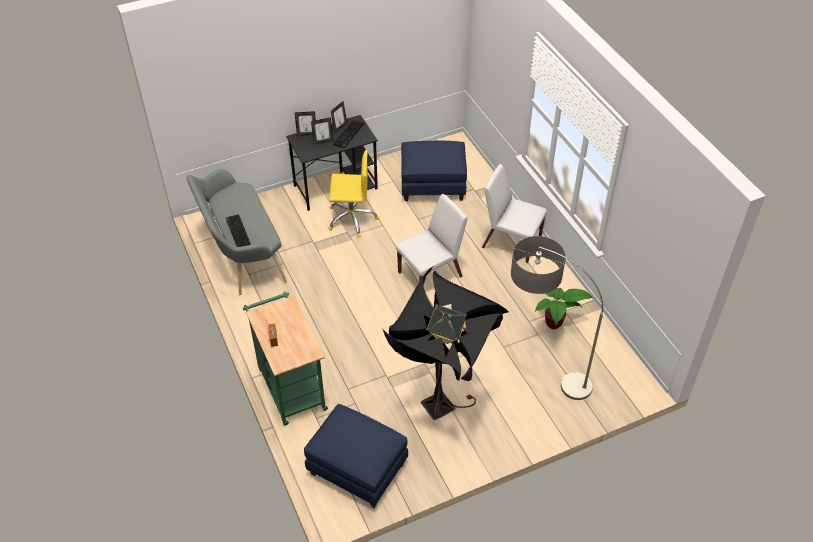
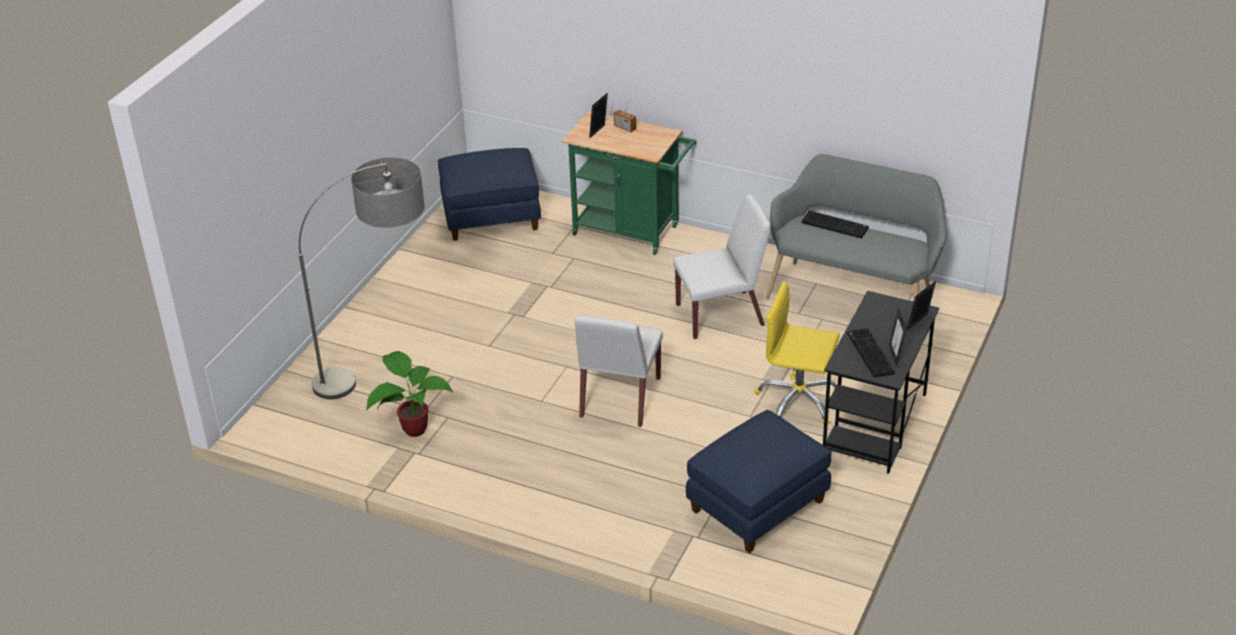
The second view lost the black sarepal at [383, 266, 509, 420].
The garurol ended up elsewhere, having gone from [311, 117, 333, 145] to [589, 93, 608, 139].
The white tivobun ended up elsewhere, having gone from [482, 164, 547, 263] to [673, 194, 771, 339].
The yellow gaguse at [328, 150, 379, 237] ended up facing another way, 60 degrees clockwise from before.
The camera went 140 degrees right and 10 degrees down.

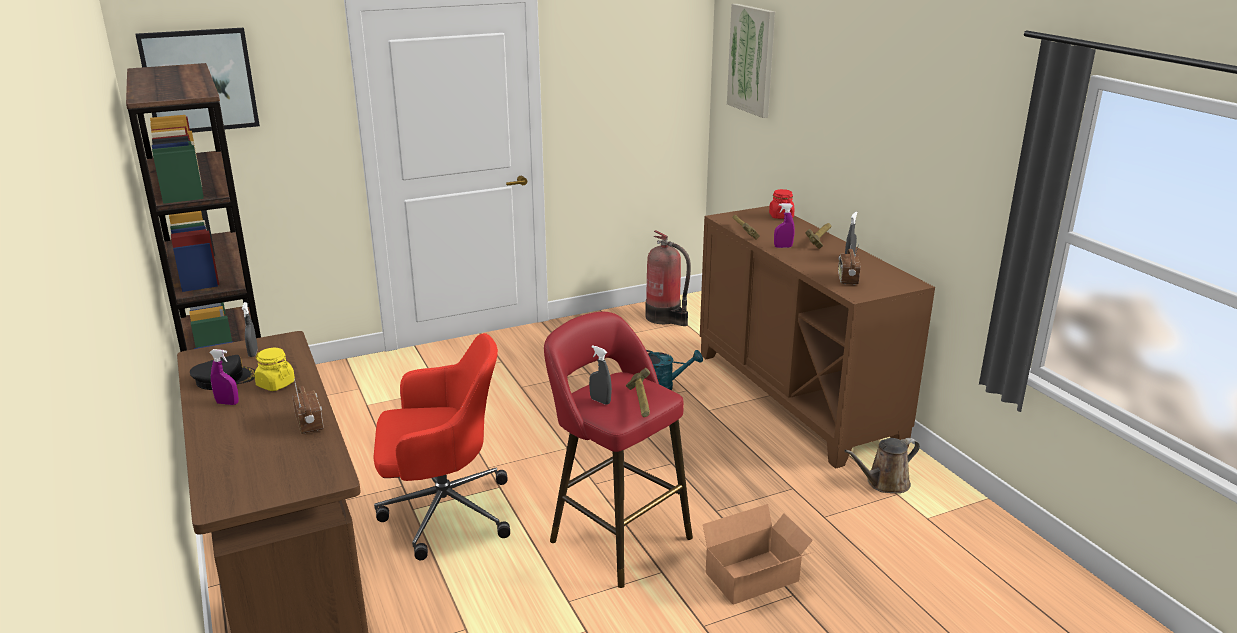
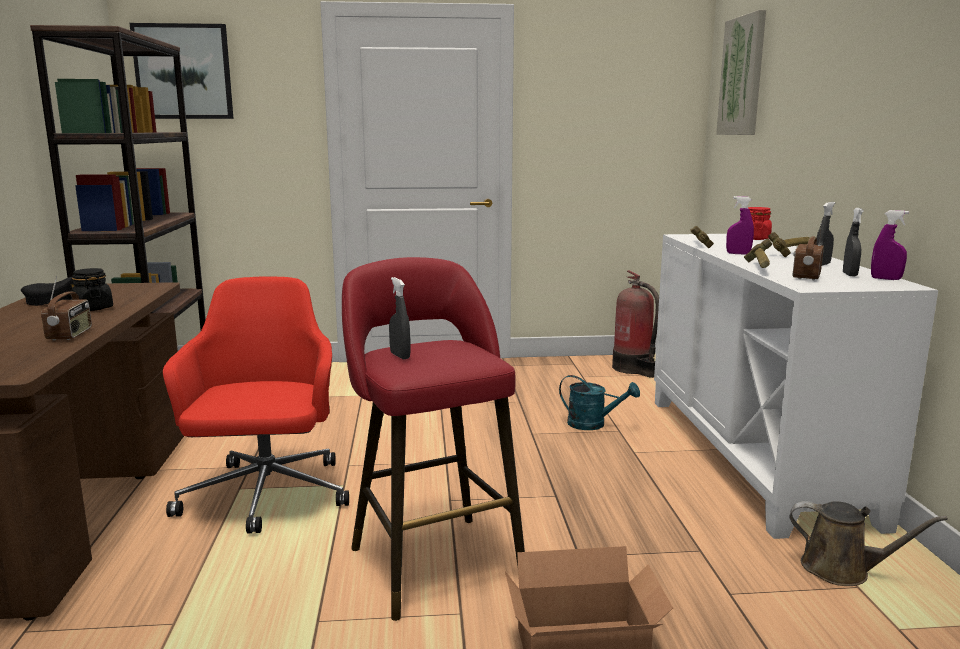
The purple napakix ended up elsewhere, having gone from [209, 349, 239, 405] to [871, 210, 909, 280].
The grey napakix ended up elsewhere, having gone from [242, 302, 258, 357] to [843, 208, 864, 276].
The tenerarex ended up elsewhere, having gone from [626, 368, 650, 417] to [744, 238, 772, 268].
What was the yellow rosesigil at [254, 348, 295, 391] turned into the black rosesigil at [71, 268, 113, 311].
What was the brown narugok at [700, 206, 935, 469] turned into the white narugok at [654, 234, 938, 539].
The red gaguse at [373, 333, 510, 560] ended up facing another way, 105 degrees counterclockwise from before.
The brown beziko at [844, 438, 920, 493] ended up facing another way, 150 degrees counterclockwise from before.
The camera went 20 degrees right and 10 degrees down.

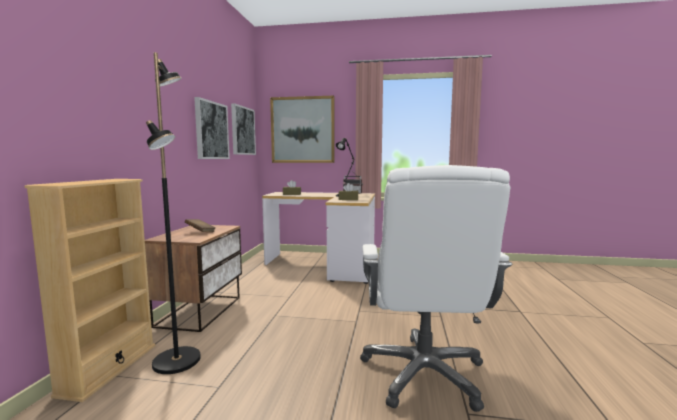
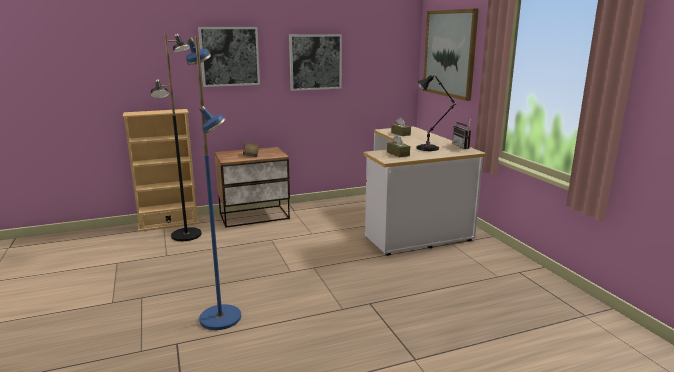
The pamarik ended up elsewhere, having gone from [231, 103, 256, 155] to [198, 27, 260, 87].
Where the white gaguse stood at [360, 165, 512, 412], the blue sarepal came to stand at [186, 36, 241, 330].
The camera went 60 degrees right and 10 degrees up.

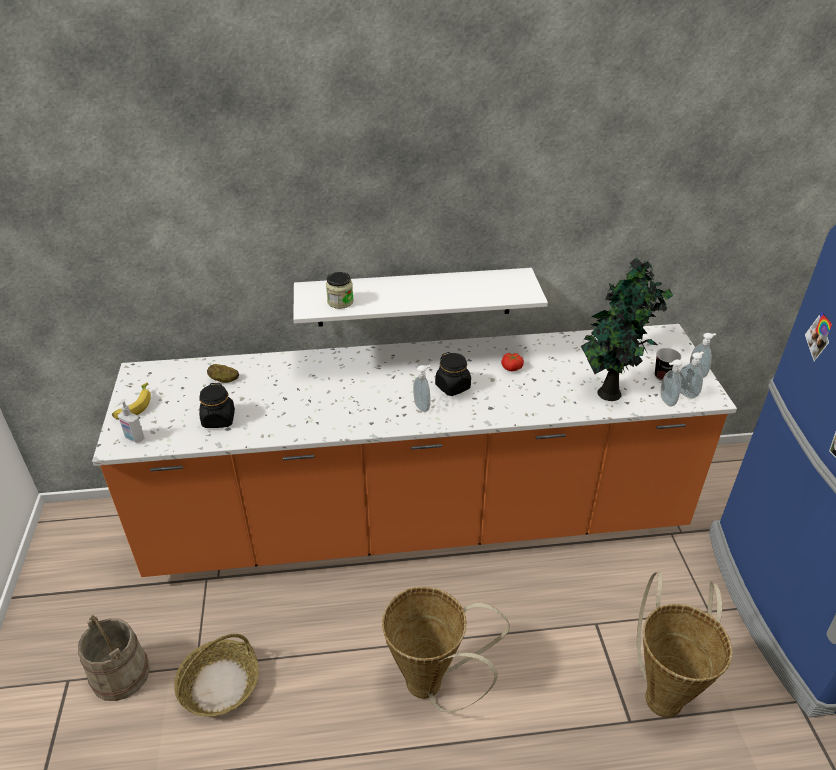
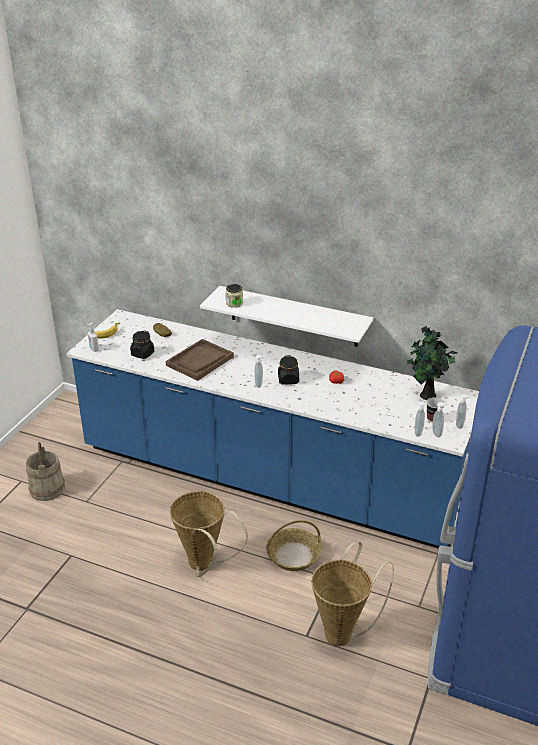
The second view lost the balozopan at [581, 291, 658, 401].
The second view gained the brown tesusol at [166, 339, 234, 381].
The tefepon ended up elsewhere, having gone from [174, 634, 259, 717] to [266, 520, 322, 571].
What was the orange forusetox at [92, 324, 737, 577] turned into the blue forusetox at [67, 309, 479, 549].
The camera went 30 degrees right and 5 degrees down.

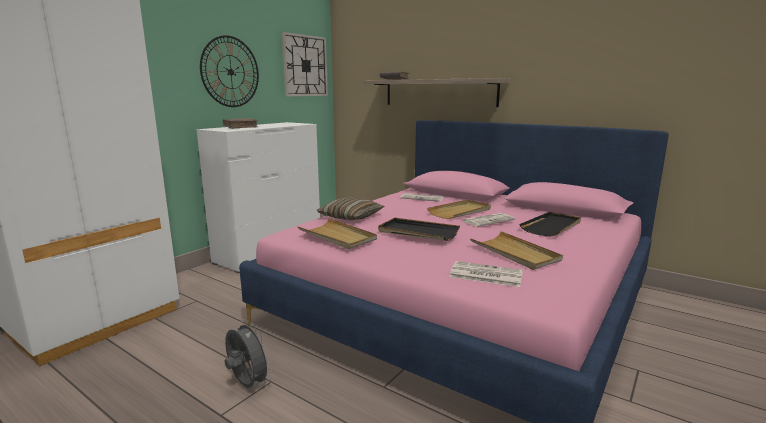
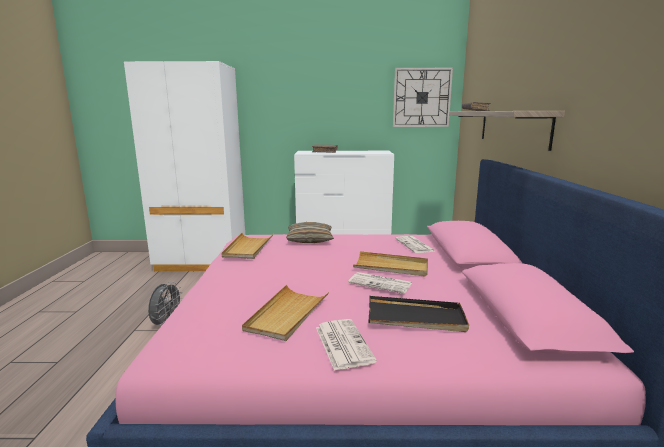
The second view lost the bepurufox at [200, 35, 259, 107].
The second view lost the black tesusol at [378, 218, 460, 241].
The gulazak ended up elsewhere, having gone from [449, 261, 523, 287] to [316, 319, 377, 371].
The camera went 55 degrees right and 0 degrees up.

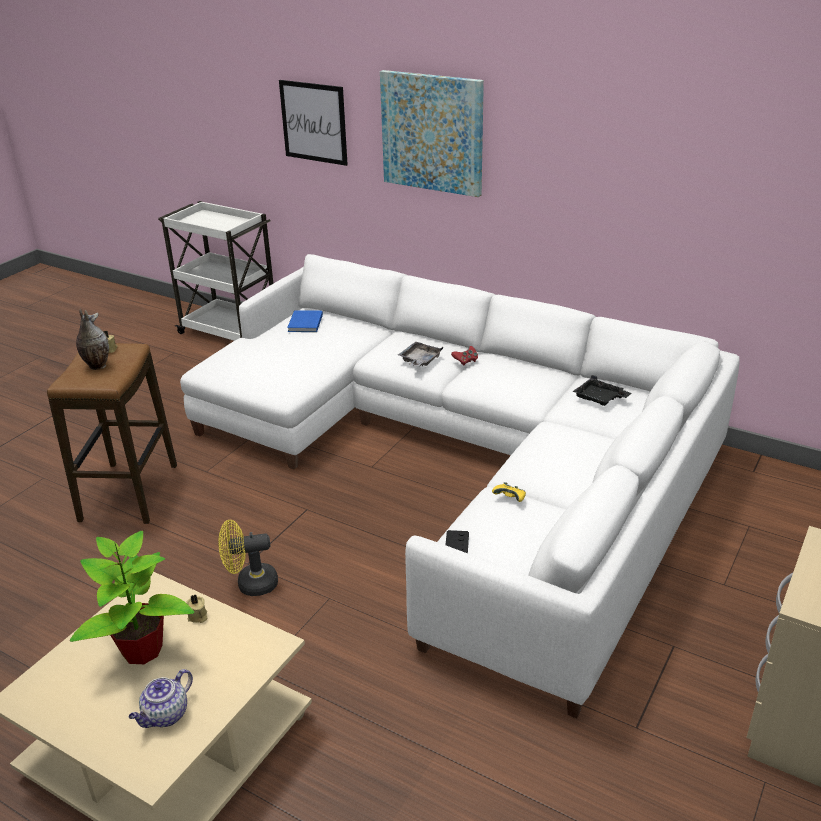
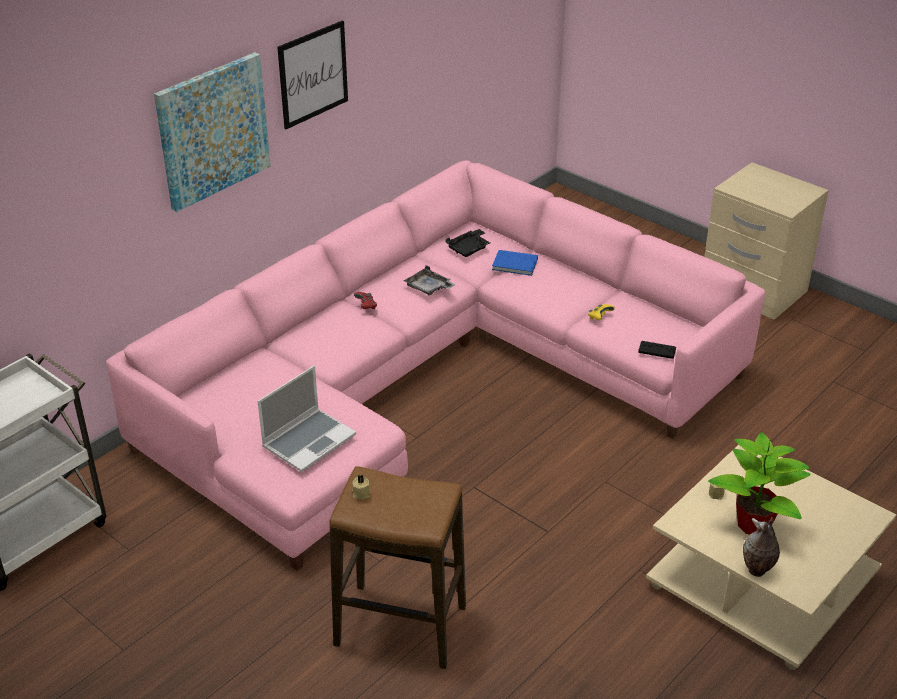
The second view lost the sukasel at [129, 669, 193, 728].
The second view lost the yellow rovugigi at [218, 520, 278, 596].
The second view gained the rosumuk at [258, 366, 356, 472].
The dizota ended up elsewhere, having gone from [76, 309, 109, 370] to [743, 517, 780, 577].
The pamarik ended up elsewhere, having gone from [279, 80, 348, 166] to [277, 21, 348, 129].
The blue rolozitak ended up elsewhere, having gone from [287, 310, 323, 332] to [492, 250, 538, 276].
The grey tesusol ended up elsewhere, having gone from [398, 342, 443, 366] to [404, 265, 456, 295].
What was the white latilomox at [180, 254, 739, 719] turned into the pink latilomox at [106, 161, 765, 571].
The camera went 80 degrees left and 5 degrees up.

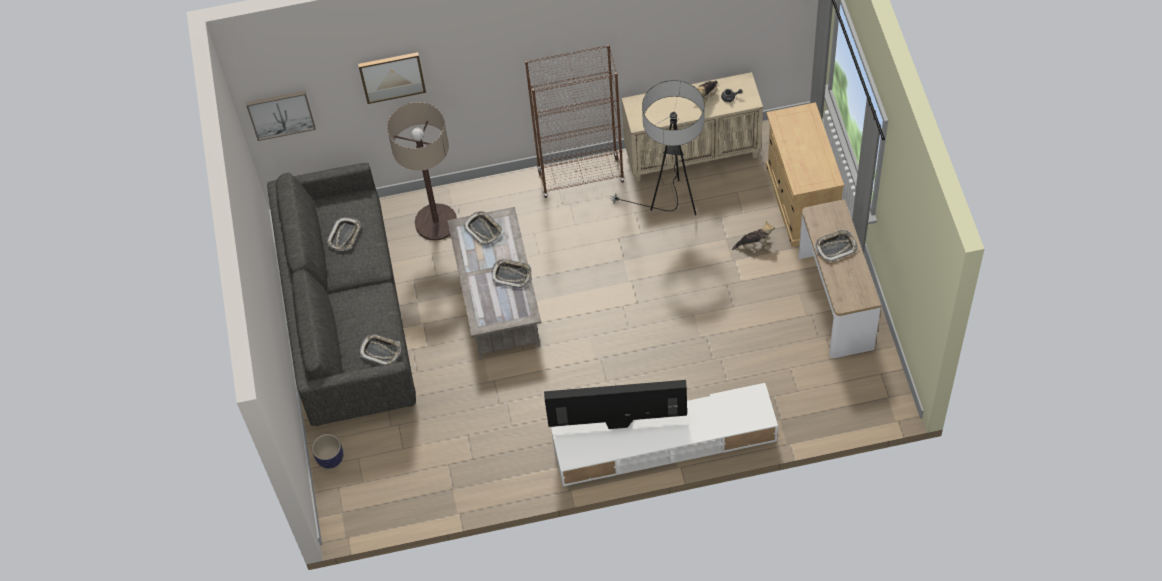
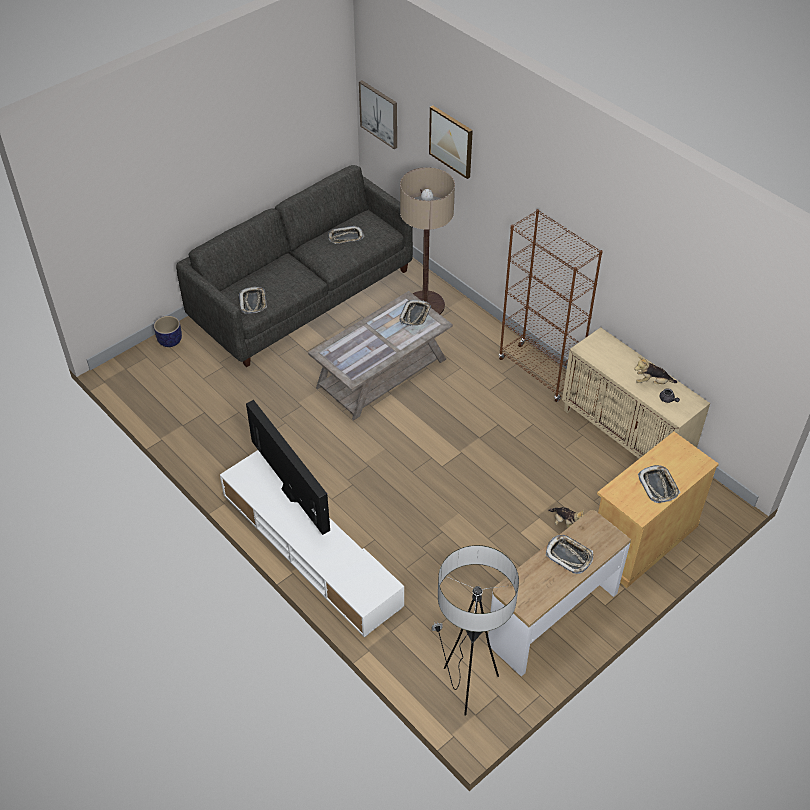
The tesusol ended up elsewhere, having gone from [492, 259, 532, 288] to [638, 465, 681, 503].
The sarepal ended up elsewhere, having gone from [609, 80, 704, 215] to [432, 545, 519, 716].
The camera went 55 degrees right and 10 degrees down.

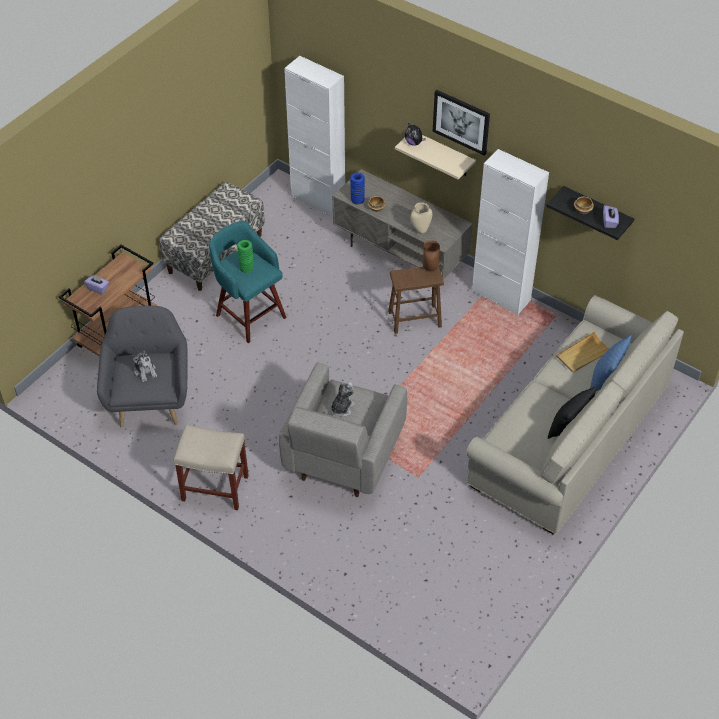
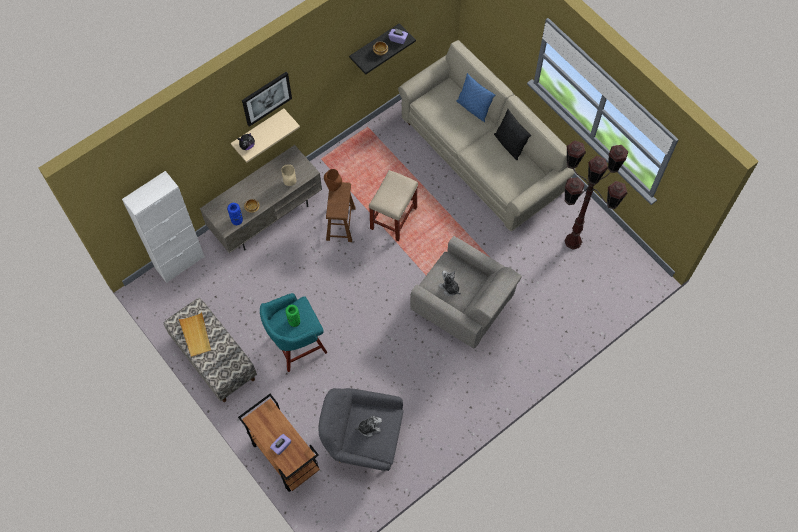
The second view lost the white narugok at [472, 149, 549, 315].
The second view gained the brown sarepal at [564, 140, 628, 249].
The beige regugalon ended up elsewhere, having gone from [174, 424, 249, 510] to [369, 170, 418, 241].
The beige tesusol ended up elsewhere, having gone from [556, 332, 609, 373] to [179, 312, 211, 357].
The camera went 75 degrees left and 15 degrees up.

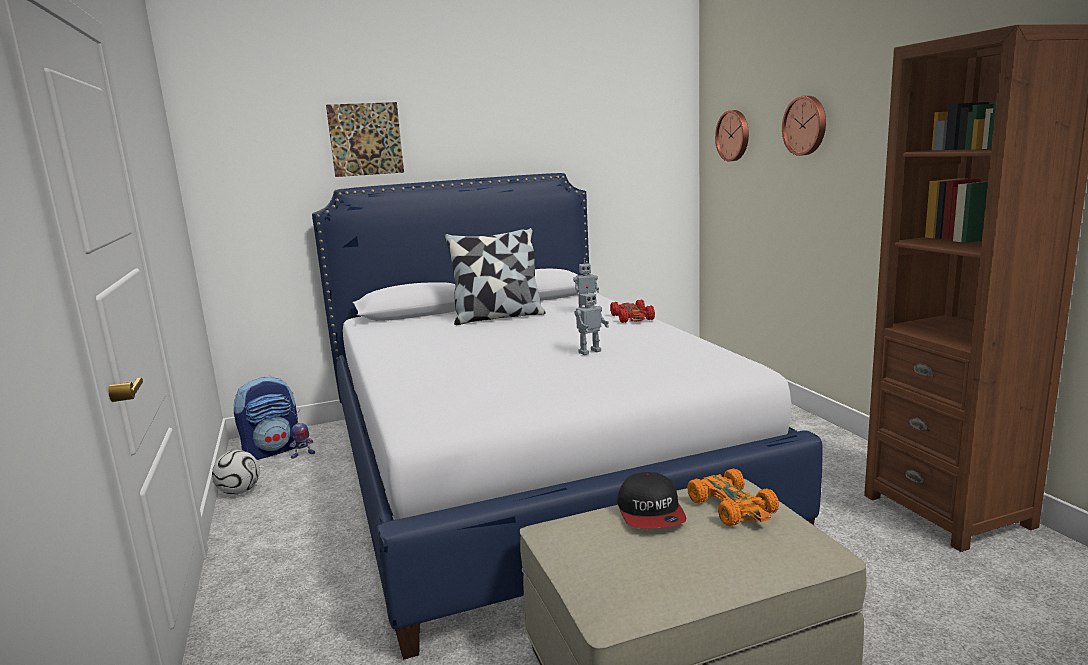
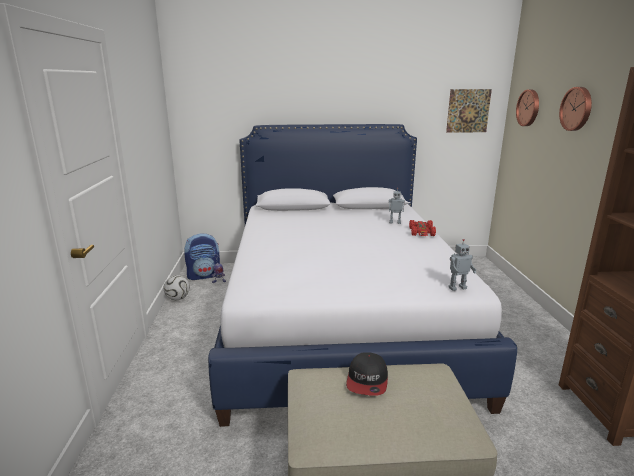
The second view lost the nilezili at [444, 228, 545, 325].
The second view lost the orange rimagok at [687, 469, 779, 526].
The pamarik ended up elsewhere, having gone from [326, 102, 404, 177] to [446, 89, 492, 133].
The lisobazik ended up elsewhere, having gone from [575, 286, 609, 355] to [449, 239, 477, 291].
The camera went 15 degrees right and 5 degrees up.

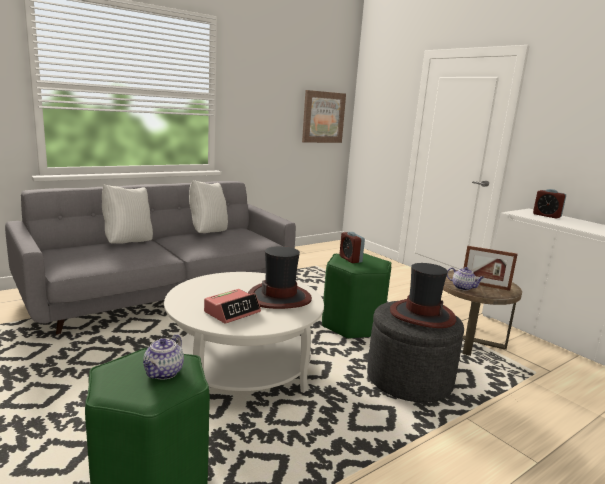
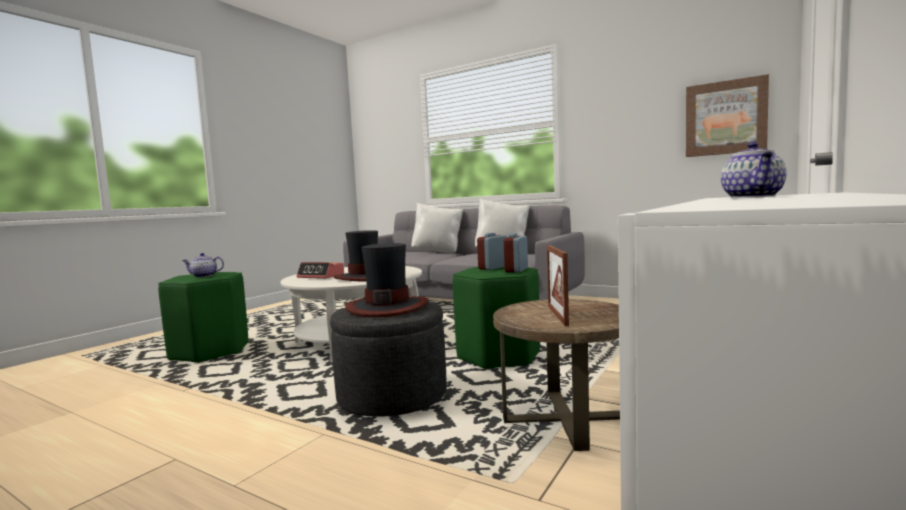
The sukasel ended up elsewhere, having gone from [447, 267, 485, 291] to [721, 142, 787, 198].
The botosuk ended up elsewhere, having gone from [533, 189, 566, 219] to [504, 233, 528, 272].
The camera went 70 degrees right and 10 degrees down.

